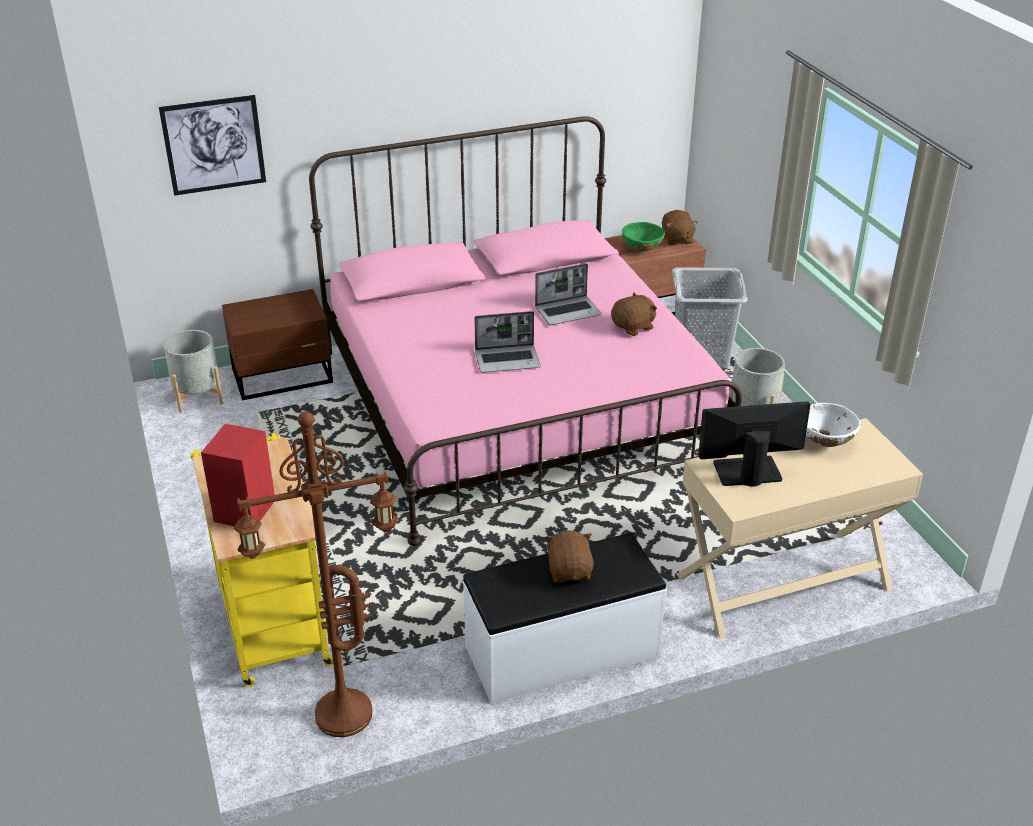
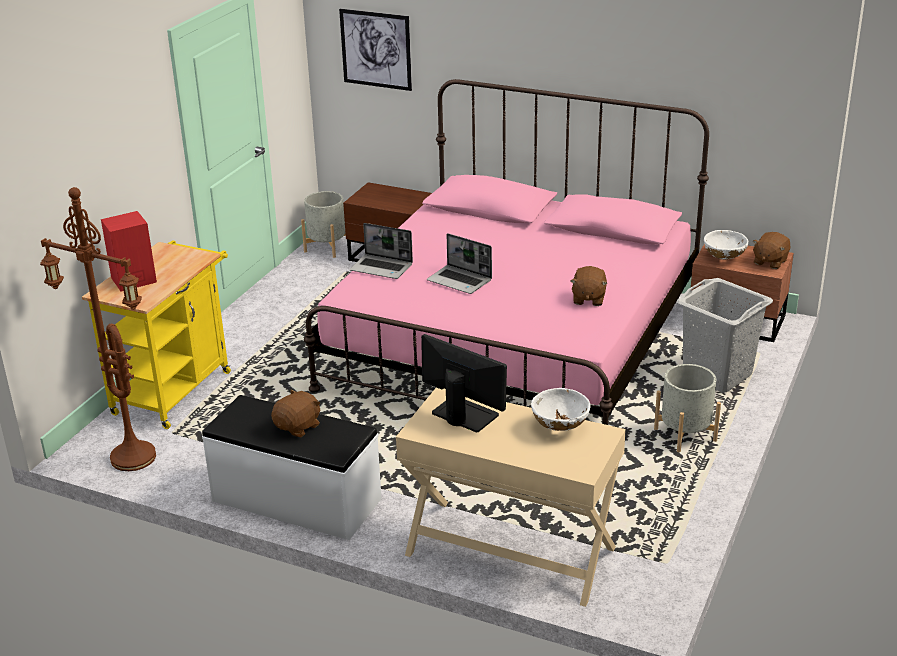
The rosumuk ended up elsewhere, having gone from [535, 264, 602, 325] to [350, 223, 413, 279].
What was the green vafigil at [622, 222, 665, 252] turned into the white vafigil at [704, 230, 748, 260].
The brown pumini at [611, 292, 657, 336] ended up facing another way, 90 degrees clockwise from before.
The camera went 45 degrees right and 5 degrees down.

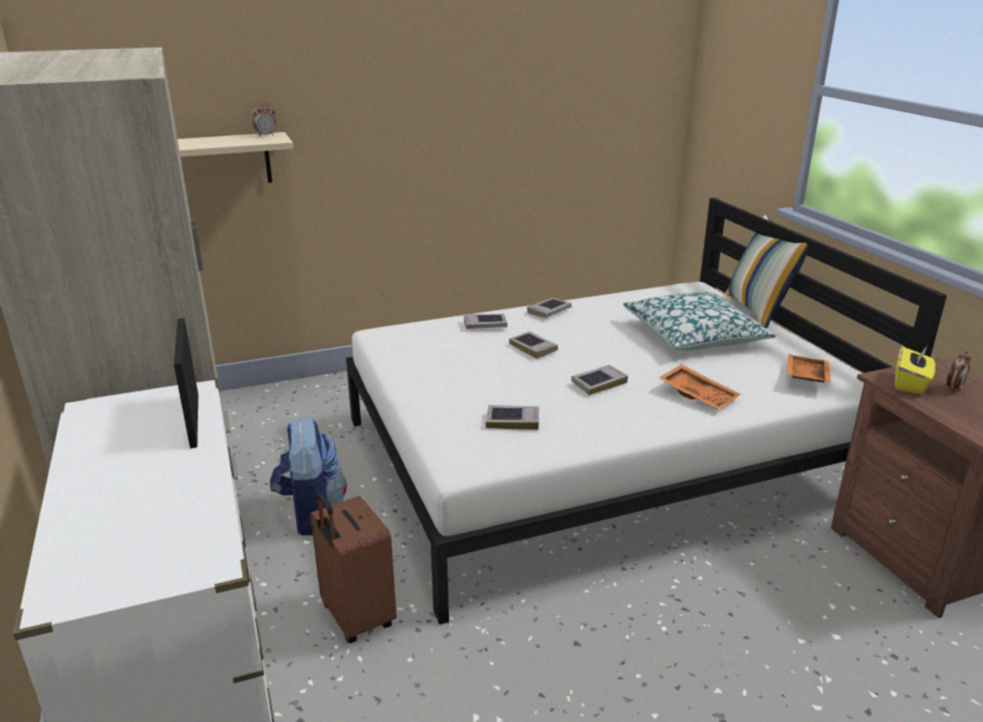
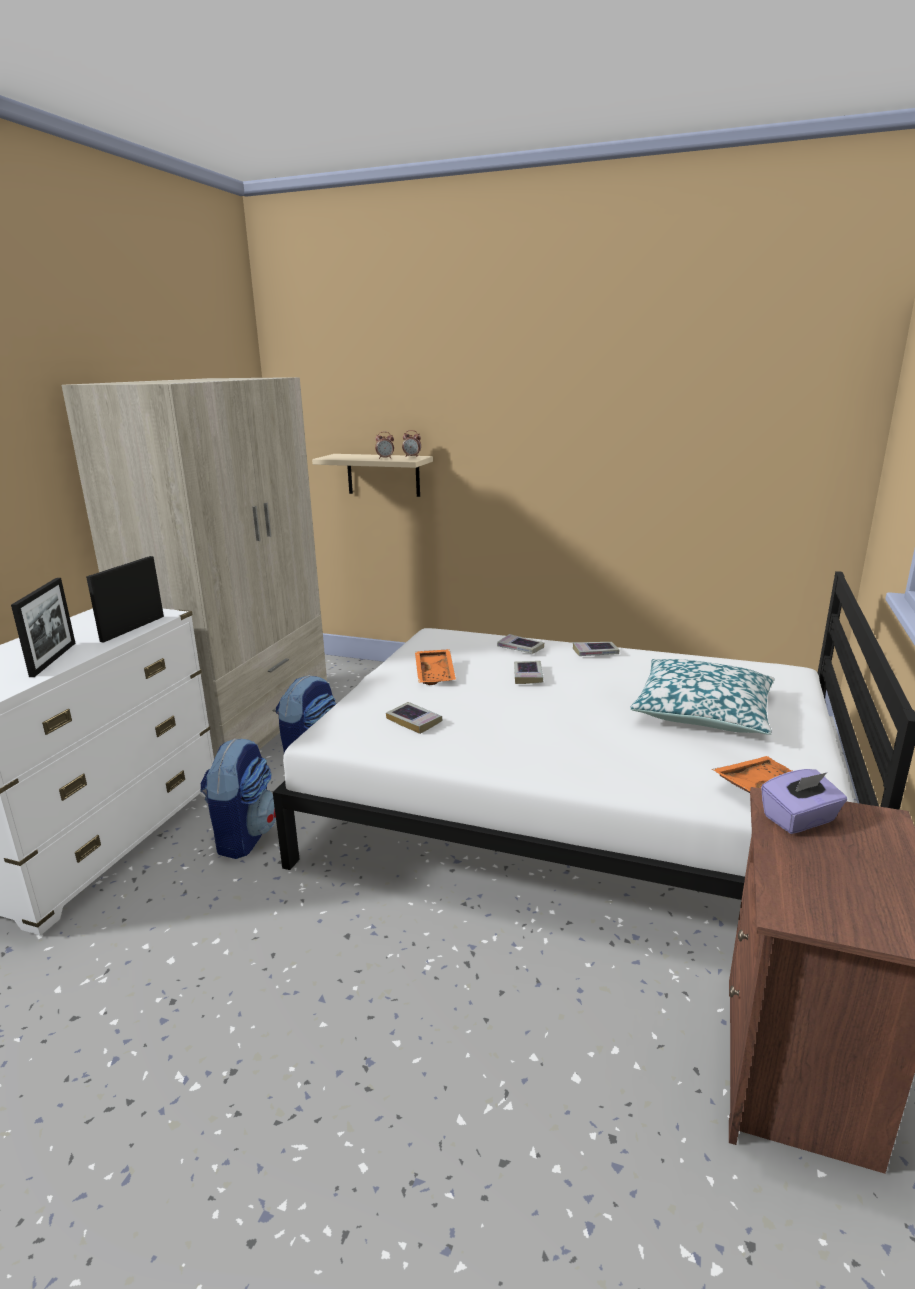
The second view lost the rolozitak at [571, 365, 628, 395].
The second view lost the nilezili at [725, 215, 808, 329].
The second view gained the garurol at [11, 578, 76, 677].
The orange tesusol ended up elsewhere, having gone from [659, 364, 741, 410] to [415, 649, 456, 685].
The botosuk ended up elsewhere, having gone from [946, 350, 971, 393] to [375, 432, 394, 459].
Where the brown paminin stood at [310, 492, 397, 643], the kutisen came to stand at [200, 738, 276, 859].
What was the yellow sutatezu at [895, 346, 935, 395] turned into the purple sutatezu at [761, 769, 847, 834].
The camera went 40 degrees right and 5 degrees down.

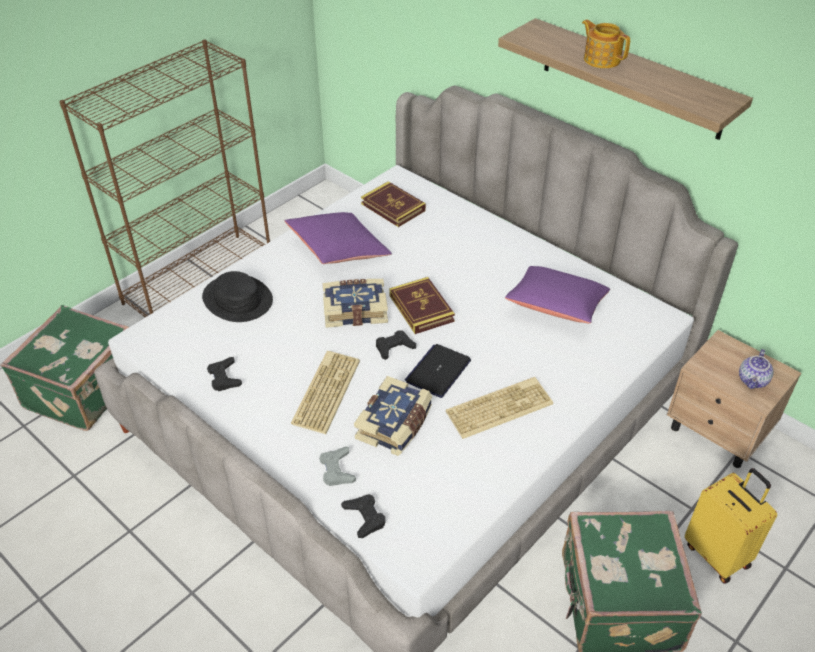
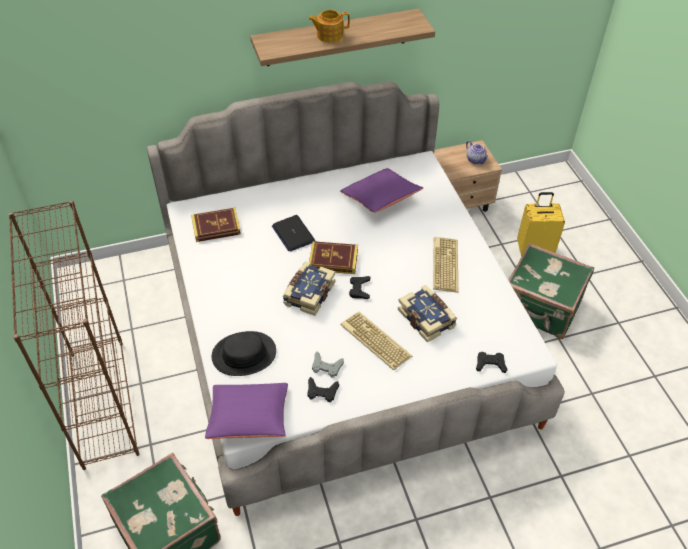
The purple nilezili ended up elsewhere, having gone from [285, 212, 392, 264] to [205, 383, 288, 439].
The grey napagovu ended up elsewhere, having gone from [319, 447, 356, 486] to [312, 352, 344, 378].
The rosumuk ended up elsewhere, having gone from [405, 344, 471, 398] to [272, 215, 315, 252].
The camera went 60 degrees left and 5 degrees up.

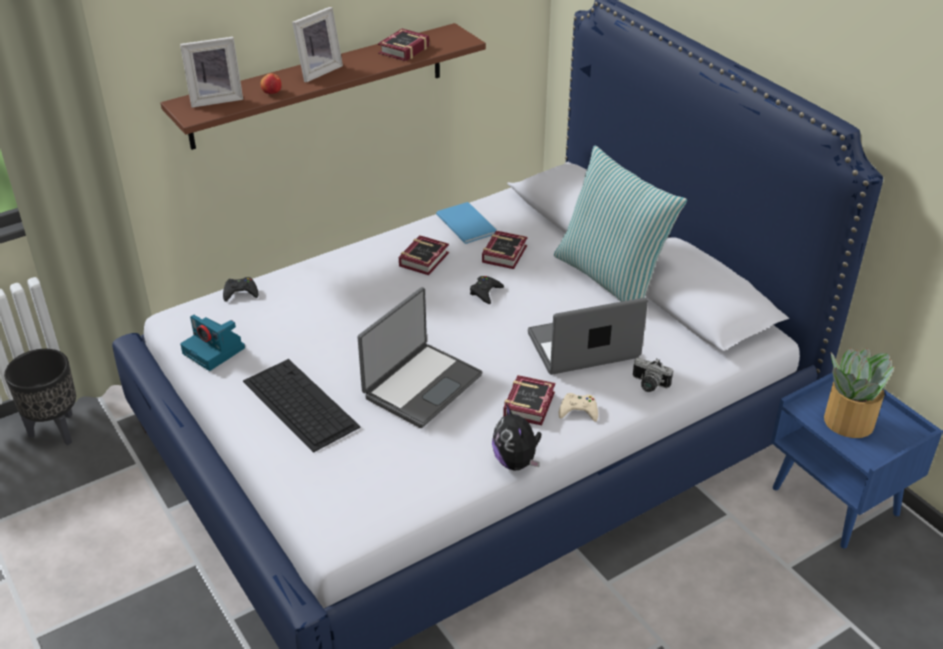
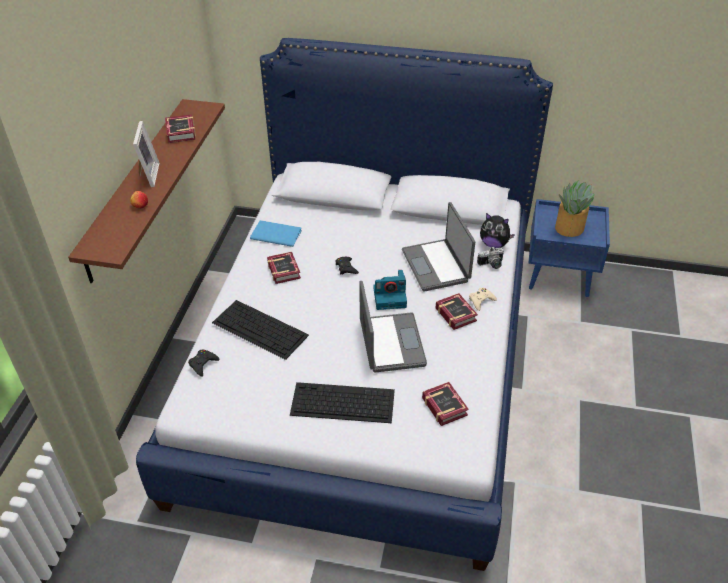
The second view lost the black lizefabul at [4, 349, 76, 445].
The second view lost the garurol at [180, 37, 243, 108].
The second view lost the nilezili at [554, 146, 687, 302].
The second view gained the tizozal at [212, 300, 309, 360].
The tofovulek ended up elsewhere, having gone from [180, 315, 245, 371] to [373, 270, 407, 310].
The rolozitak ended up elsewhere, having gone from [482, 231, 528, 269] to [422, 382, 469, 426].
The pumini ended up elsewhere, having gone from [492, 404, 541, 471] to [480, 213, 515, 248].
The rosumuk at [528, 297, 648, 375] ended up facing another way, 45 degrees counterclockwise from before.
The camera went 45 degrees left and 5 degrees up.

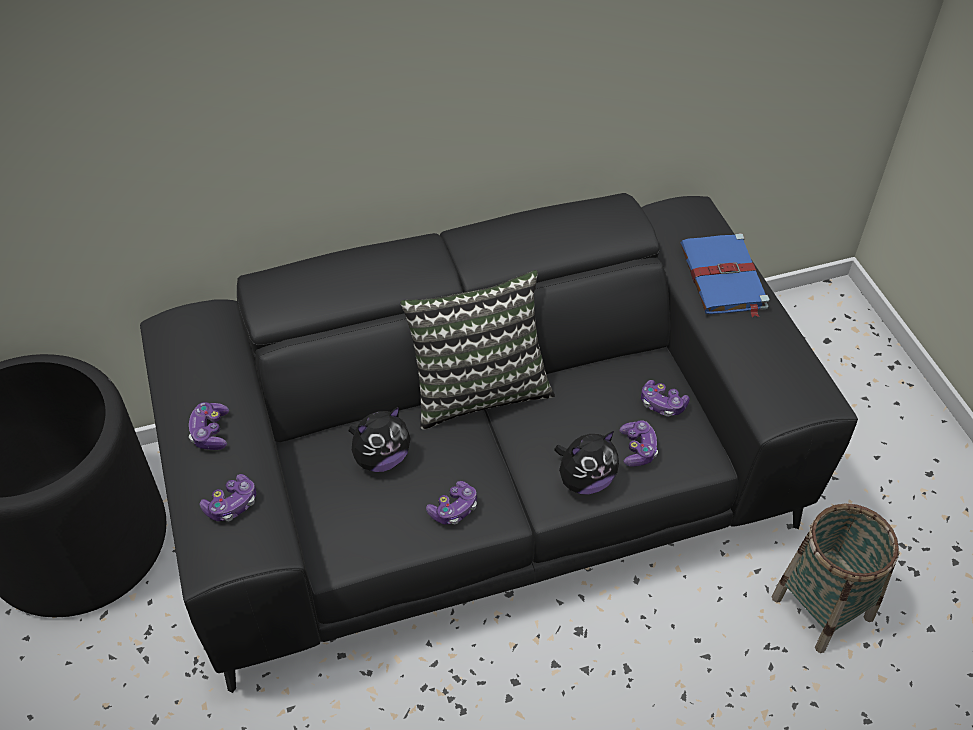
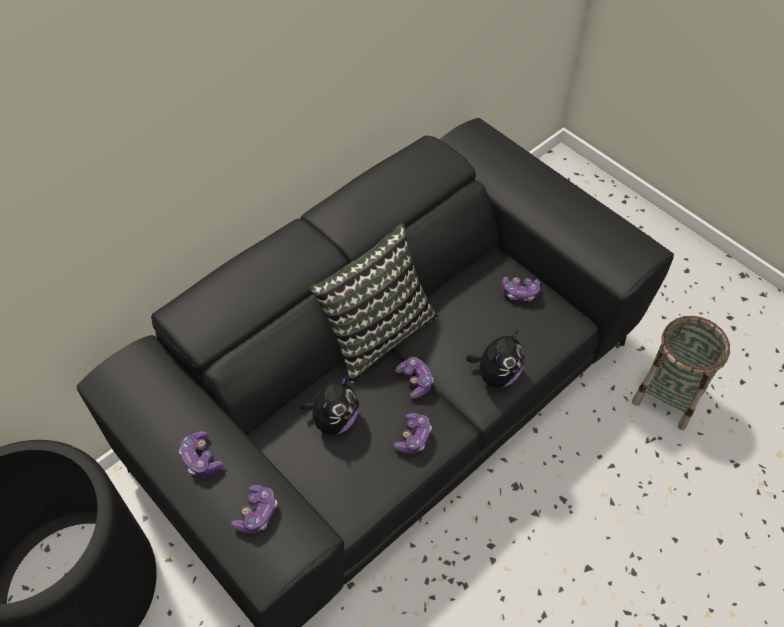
The second view lost the blue rolozitak at [681, 233, 770, 318].
The napagovu ended up elsewhere, having gone from [619, 420, 658, 467] to [395, 357, 434, 399].
The camera went 25 degrees left and 5 degrees up.

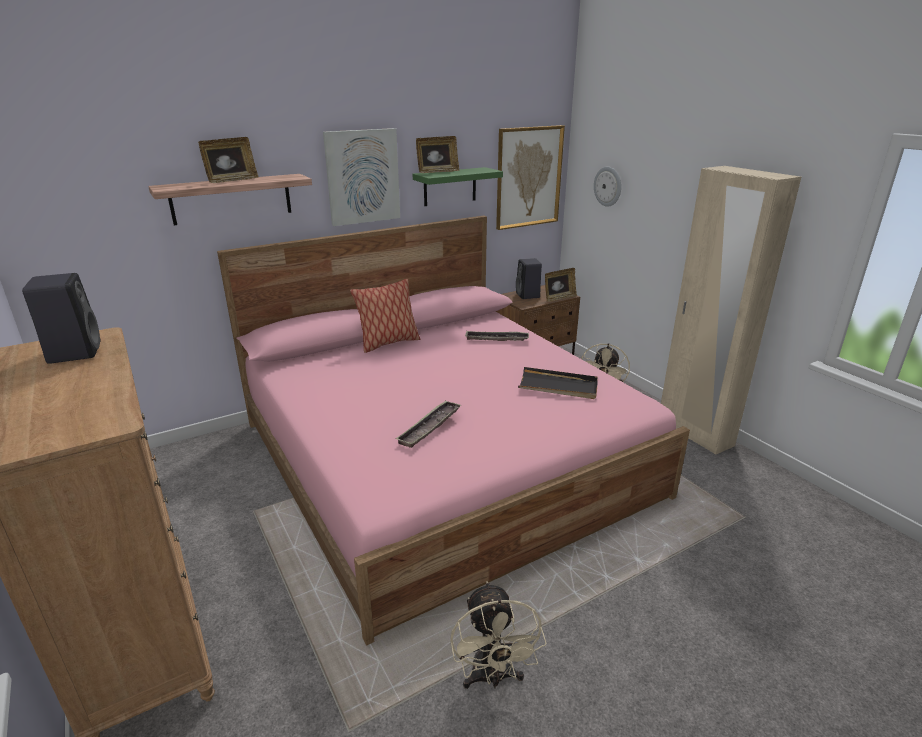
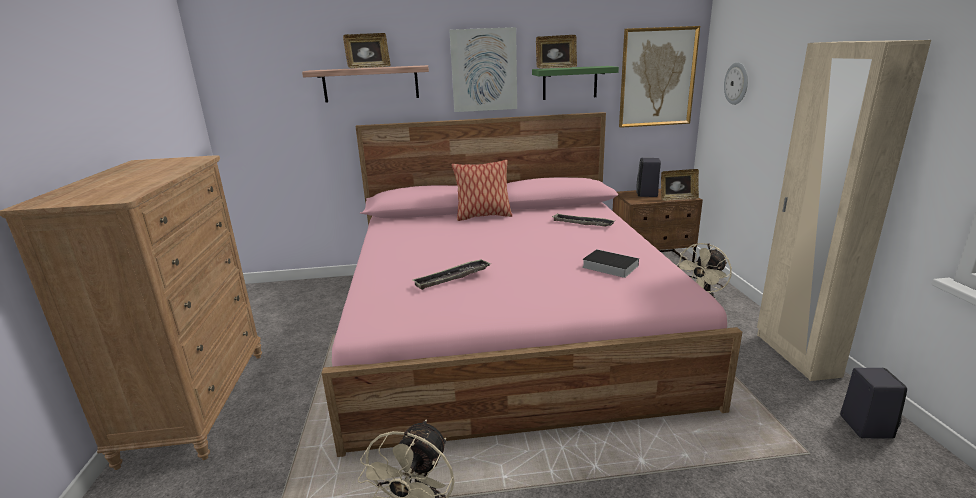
The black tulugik ended up elsewhere, having gone from [22, 273, 100, 364] to [840, 368, 907, 439].
Where the black tesusol stood at [518, 367, 598, 399], the rolozitak came to stand at [582, 249, 639, 278].
The camera went 25 degrees right and 5 degrees down.

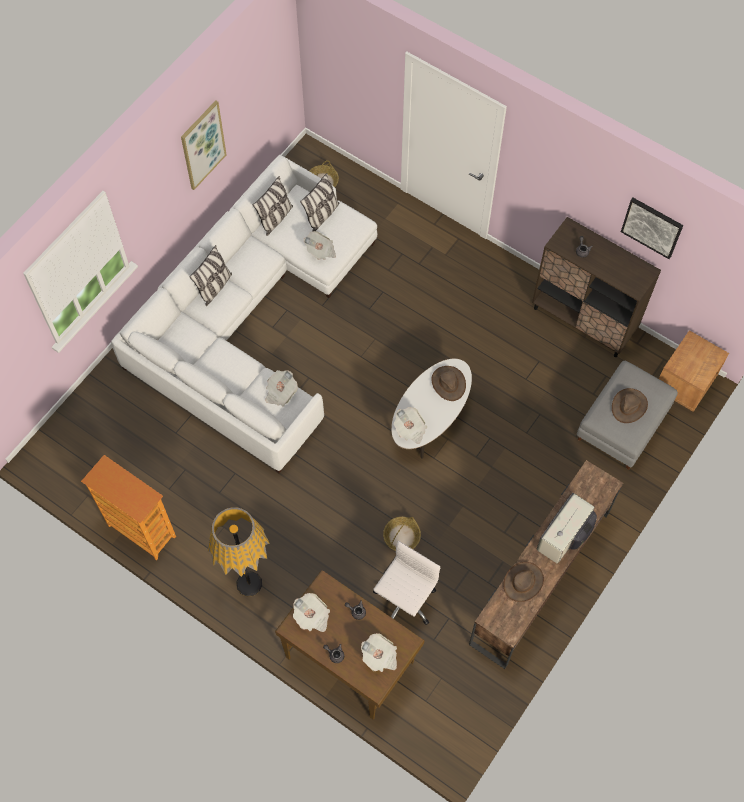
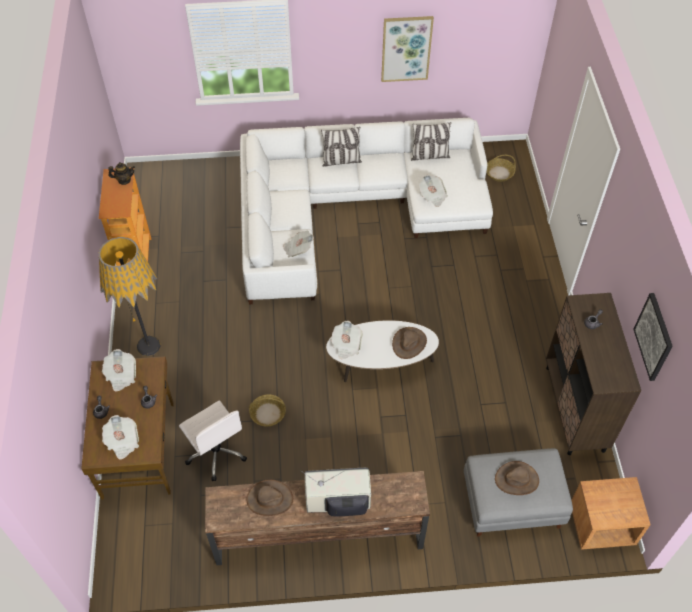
The second view lost the nilezili at [300, 173, 339, 231].
The second view gained the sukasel at [108, 162, 135, 185].
The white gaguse at [373, 541, 440, 625] ended up facing another way, 60 degrees clockwise from before.
The camera went 50 degrees right and 10 degrees down.

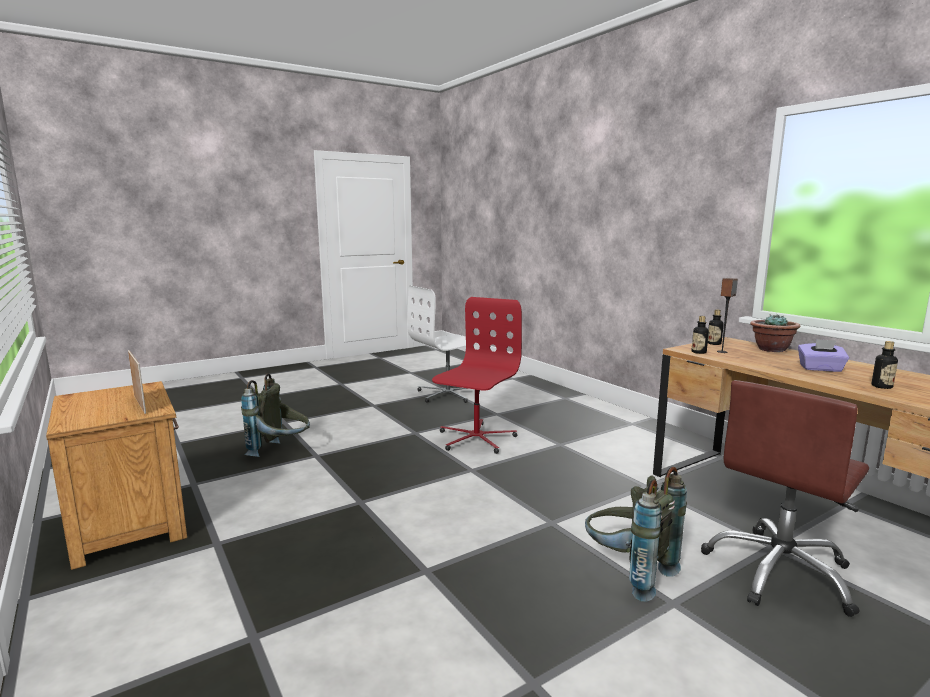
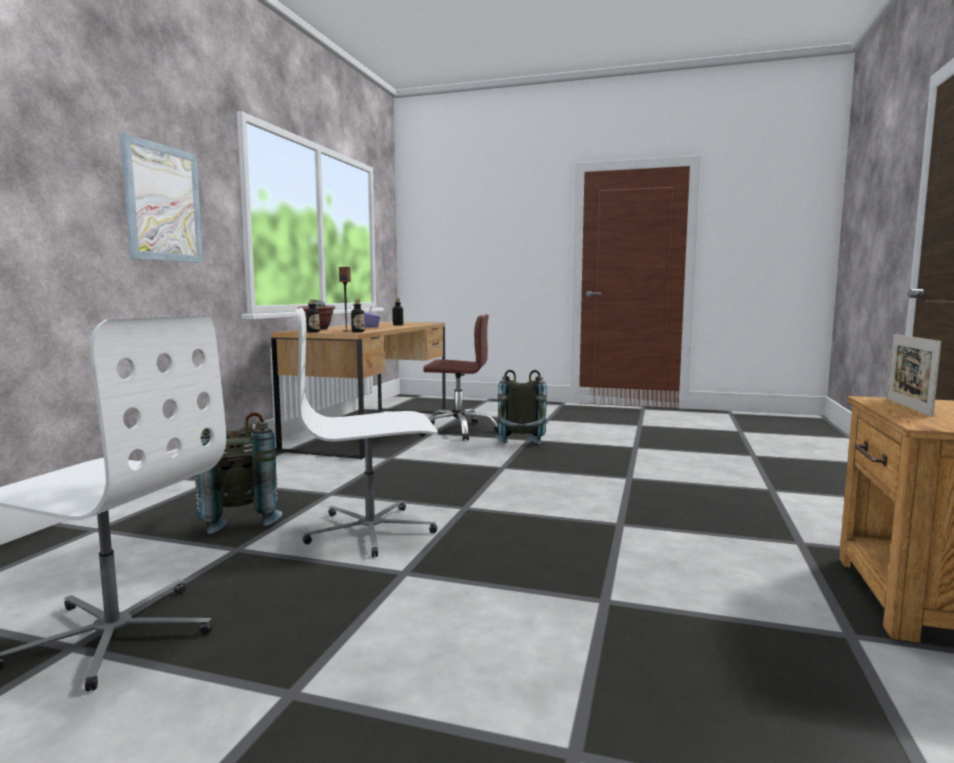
The second view gained the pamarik at [120, 133, 203, 263].
The grey kutisen ended up elsewhere, having gone from [241, 373, 310, 457] to [195, 412, 282, 534].
What was the red gaguse at [432, 297, 522, 454] turned into the white gaguse at [296, 308, 438, 557].
The camera went 130 degrees left and 5 degrees down.

